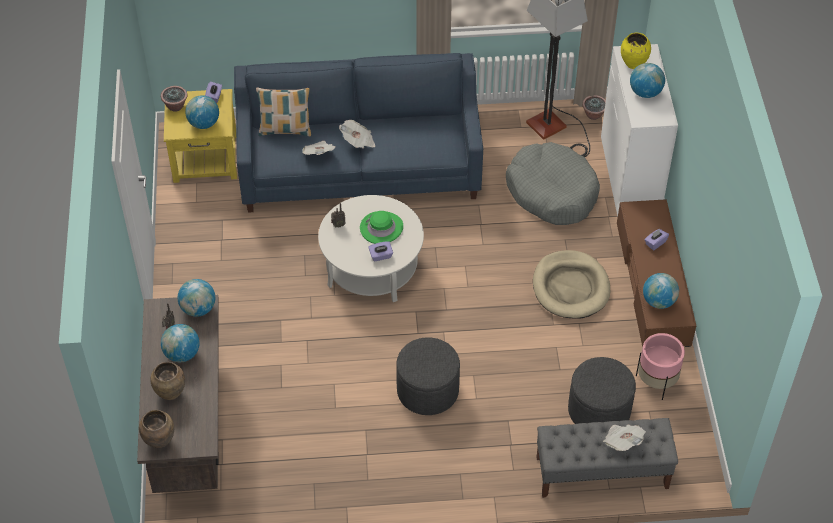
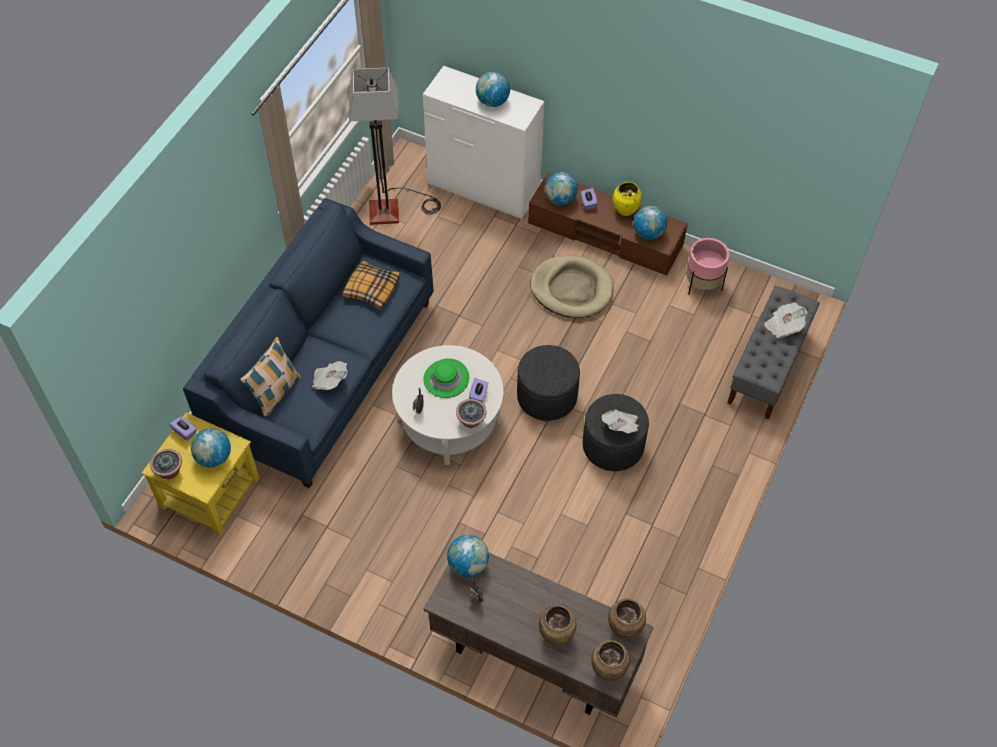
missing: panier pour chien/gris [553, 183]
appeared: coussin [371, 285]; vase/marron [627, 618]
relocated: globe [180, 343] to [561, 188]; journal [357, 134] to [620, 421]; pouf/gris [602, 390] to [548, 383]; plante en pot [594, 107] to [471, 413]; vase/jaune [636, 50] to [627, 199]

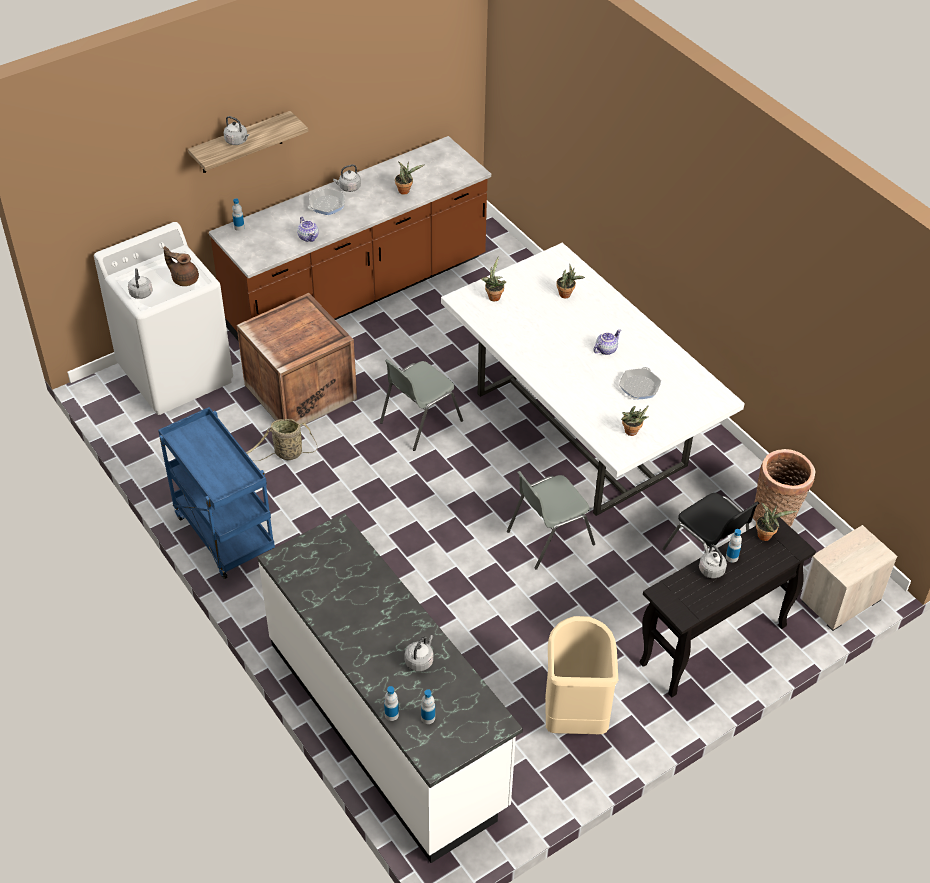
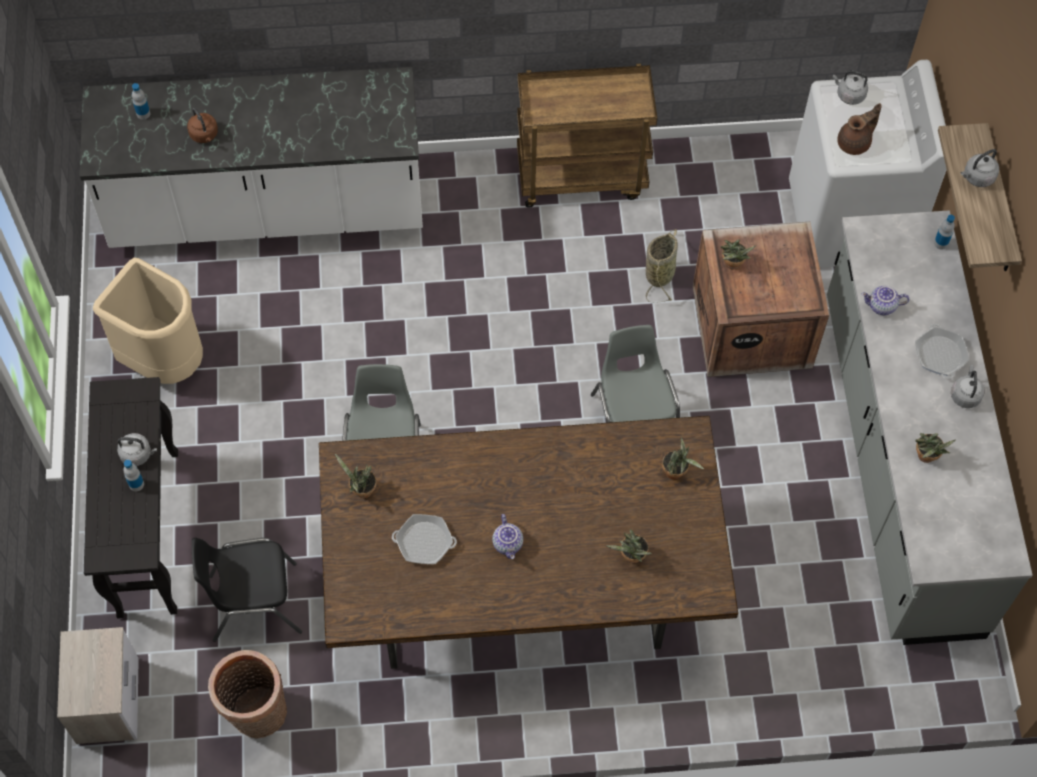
missing: bouteille [391, 703]
relocated: plante en pot [776, 521] to [738, 254]
colour: chariot/bleu [216, 493] to chariot/marron [587, 136]; comptoir de cuisine/marron [350, 239] to comptoir de cuisine/gris [930, 427]; bouilloire/gris [419, 653] to bouilloire/marron [202, 125]; table à manger/blanc [593, 379] to table à manger/marron [528, 542]
spun: poêle [640, 383] = [424, 539] 135 degrees clockwise

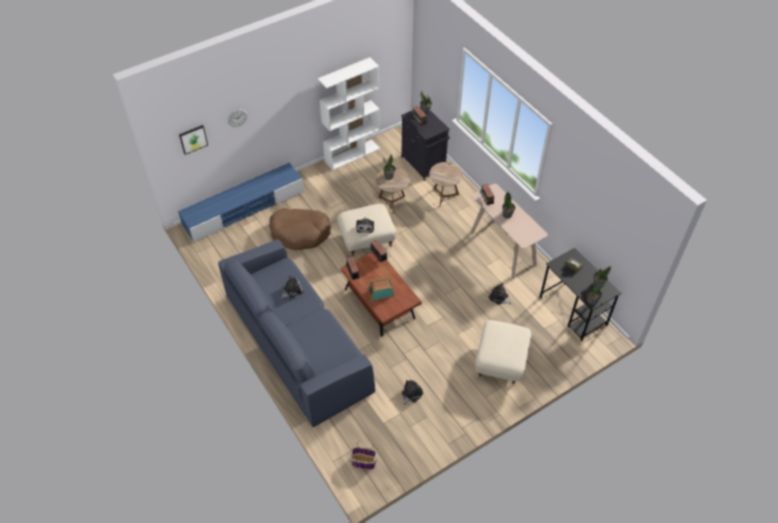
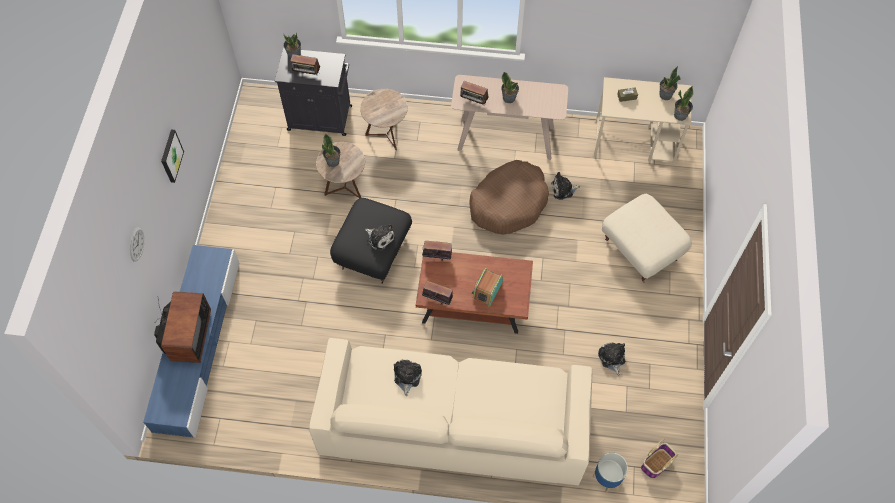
missing: bibliothèque/blanc [349, 113]
appeared: téléviseur [182, 327]; cache-pot [610, 473]
relocated: tableau [193, 140] to [172, 156]; panier pour chien/marron [300, 229] to [509, 197]
colour: canapé/bleu [296, 333] to canapé/beige [450, 412]; pouf/beige [366, 230] to pouf/noir [371, 241]; bureau/noir [580, 294] to bureau/beige [642, 120]

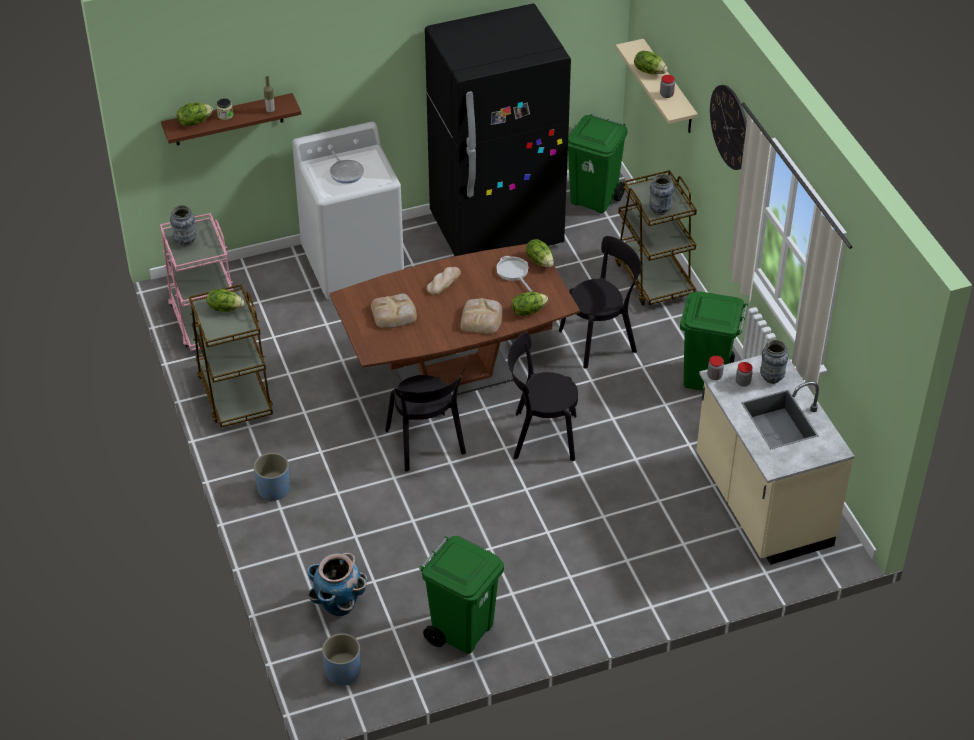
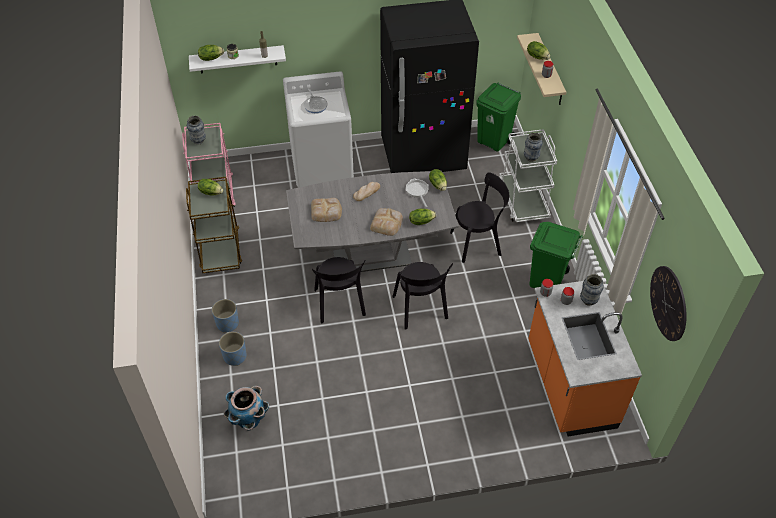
missing: poubelle/vert [461, 595]
relocated: cache-pot/bleu [341, 659] to [233, 349]; horloge murale [728, 127] to [668, 303]
colour: étagère/marron [231, 119] to étagère/blanc [237, 59]; table à manger/marron [455, 319] to table à manger/gris [372, 221]; chariot/marron [656, 238] to chariot/blanc [528, 175]; comptoir de cuisine/beige [775, 460] to comptoir de cuisine/orange [585, 358]
spun: chaise/noir [543, 396] = [422, 296] 120 degrees counterclockwise

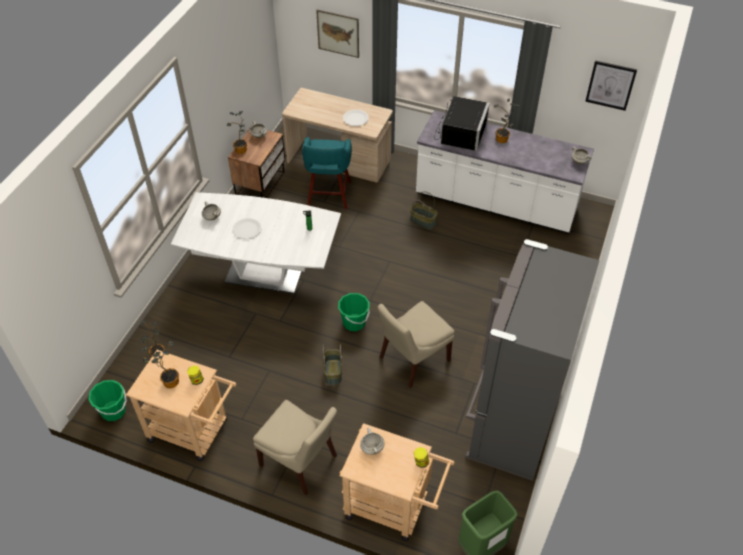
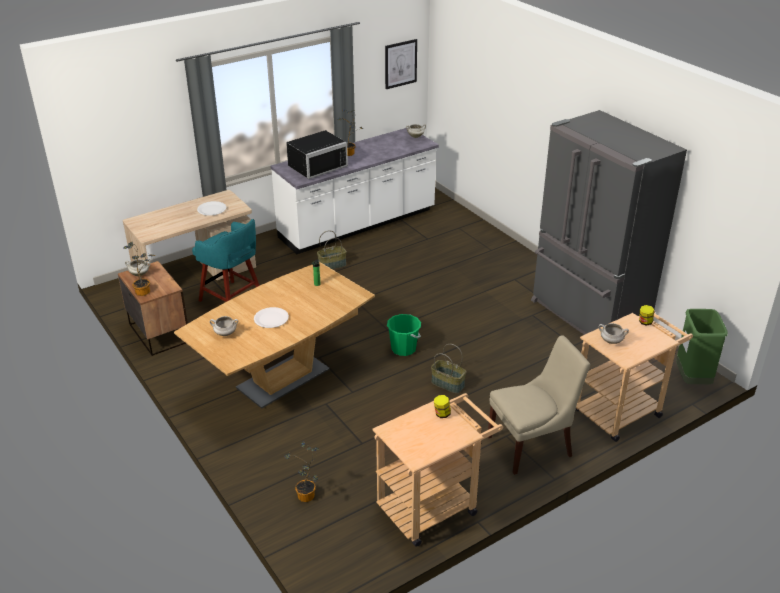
missing: seau/vert [107, 400]; plante en pot [161, 364]; tableau [337, 34]; chaise/beige [416, 344]
colour: table à manger/blanc [256, 243] to table à manger/marron [274, 335]
spun: micro-ondes/noir [462, 123] = [317, 154] 90 degrees clockwise

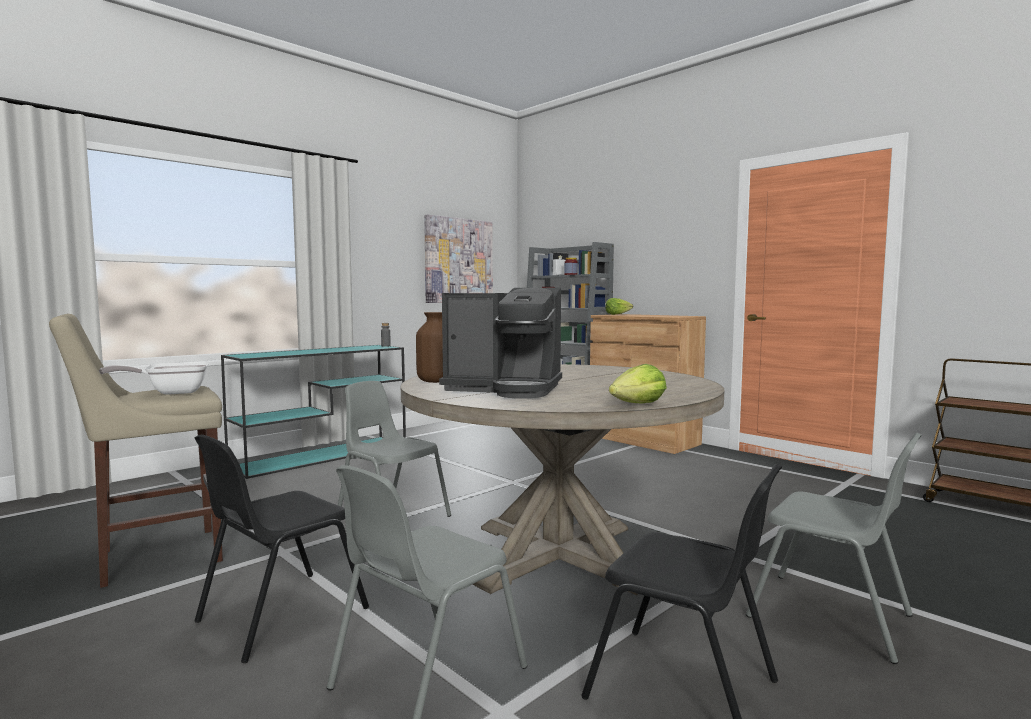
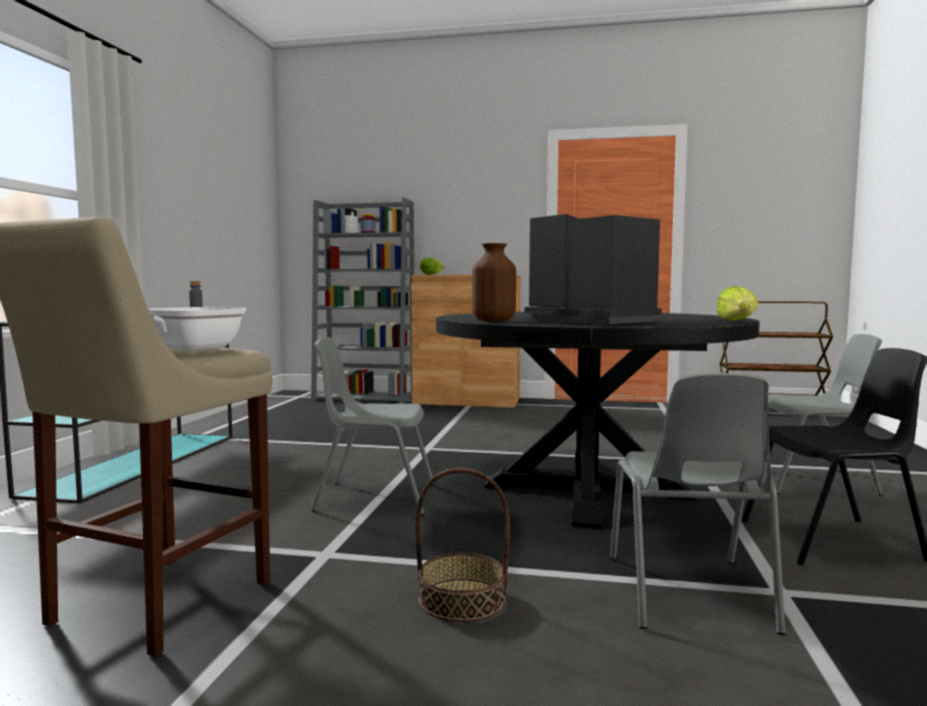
missing: tableau [458, 258]
exchanged: chaise/noir [282, 549] to panier [462, 545]
colour: table à manger/beige [562, 479] to table à manger/noir [598, 420]
spun: machine à café [500, 343] = [593, 269] 105 degrees counterclockwise

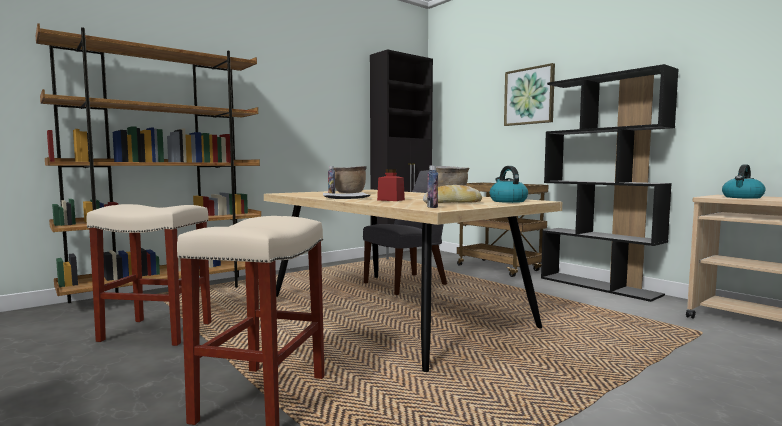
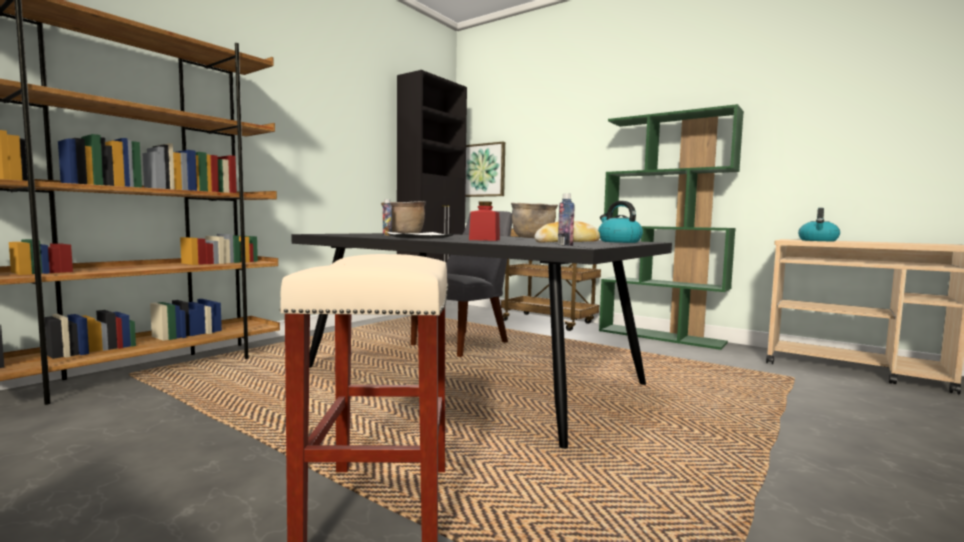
missing: tabouret/beige [148, 275]
relocated: tableau [529, 94] to [485, 169]
colour: table à manger/beige [413, 281] to table à manger/noir [481, 341]; bibliothèque/noir [610, 183] to bibliothèque/vert [671, 227]

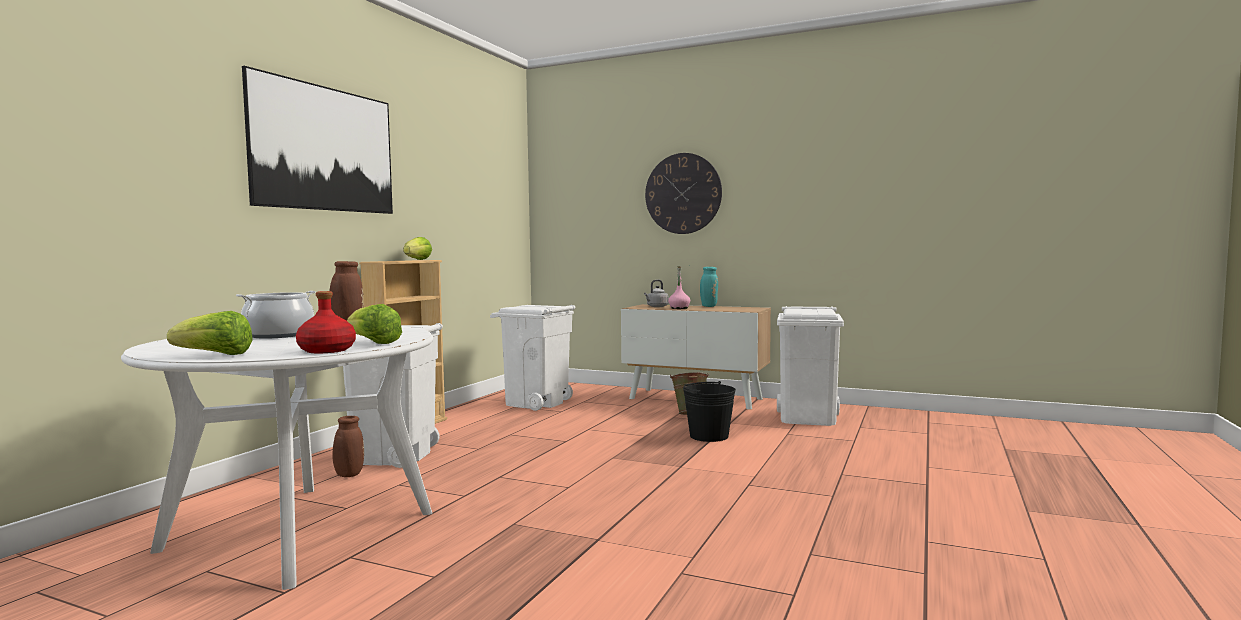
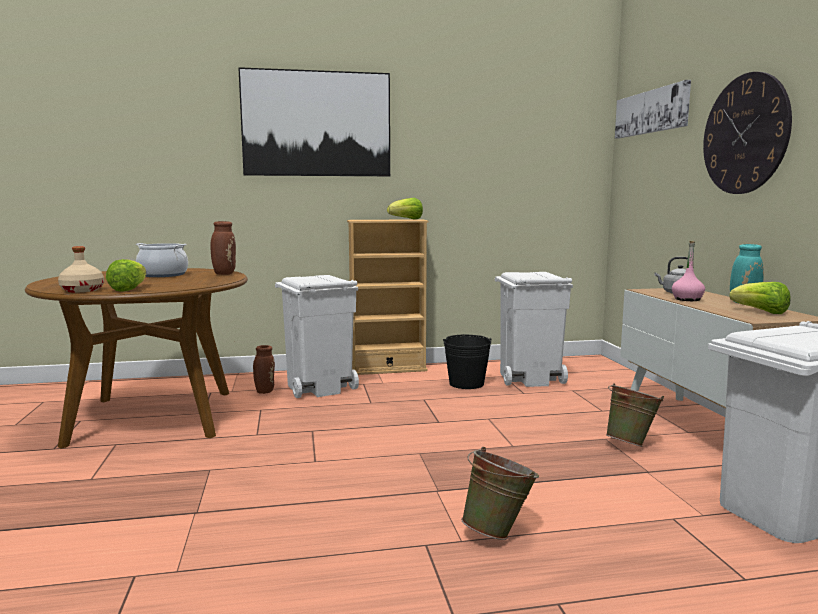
appeared: seau/vert [500, 493]; tableau [653, 109]
relocated: laitue [210, 333] to [759, 298]; seau/noir [709, 411] to [467, 361]
colour: table à manger/blanc [277, 458] to table à manger/marron [136, 358]; bouteille/rouge [326, 322] to bouteille/beige [81, 269]

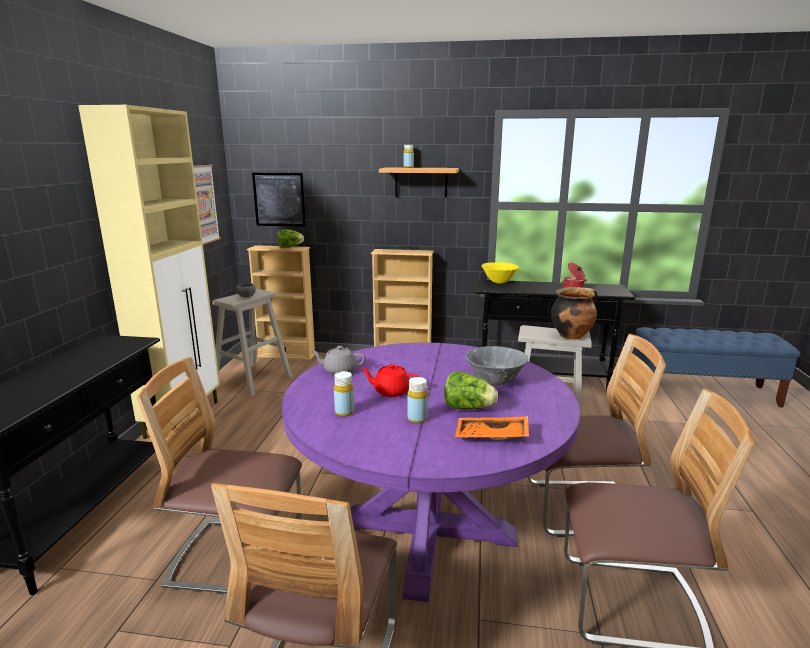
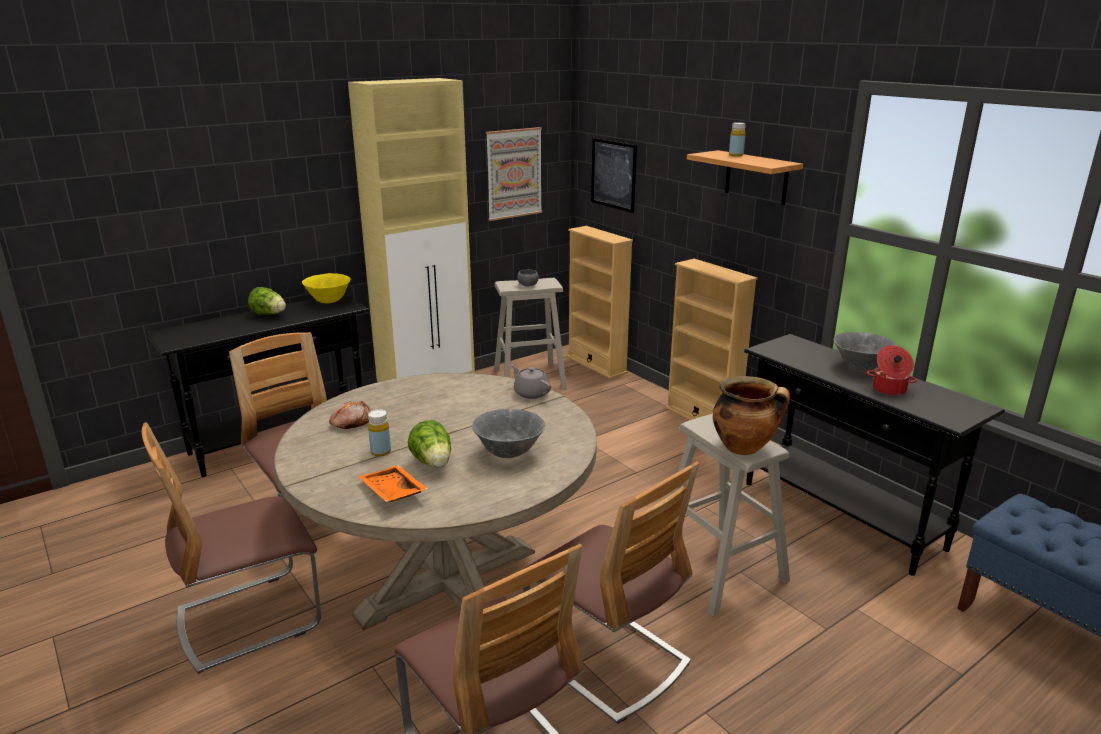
missing: théière/rouge [390, 380]
appeared: bol/gris [865, 351]
relocated: laitue [290, 238] to [267, 301]; théière/gris [338, 360] to [531, 381]; bol/jaune [500, 272] to [326, 288]
exchanged: bouteille/jaune [344, 394] to pain [351, 415]
colour: table à manger/violet [431, 472] to table à manger/beige [435, 501]

